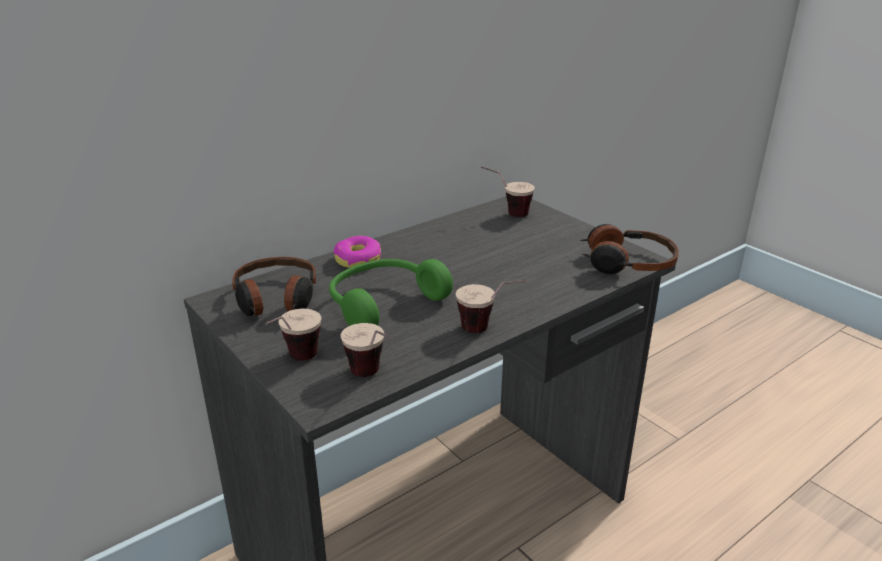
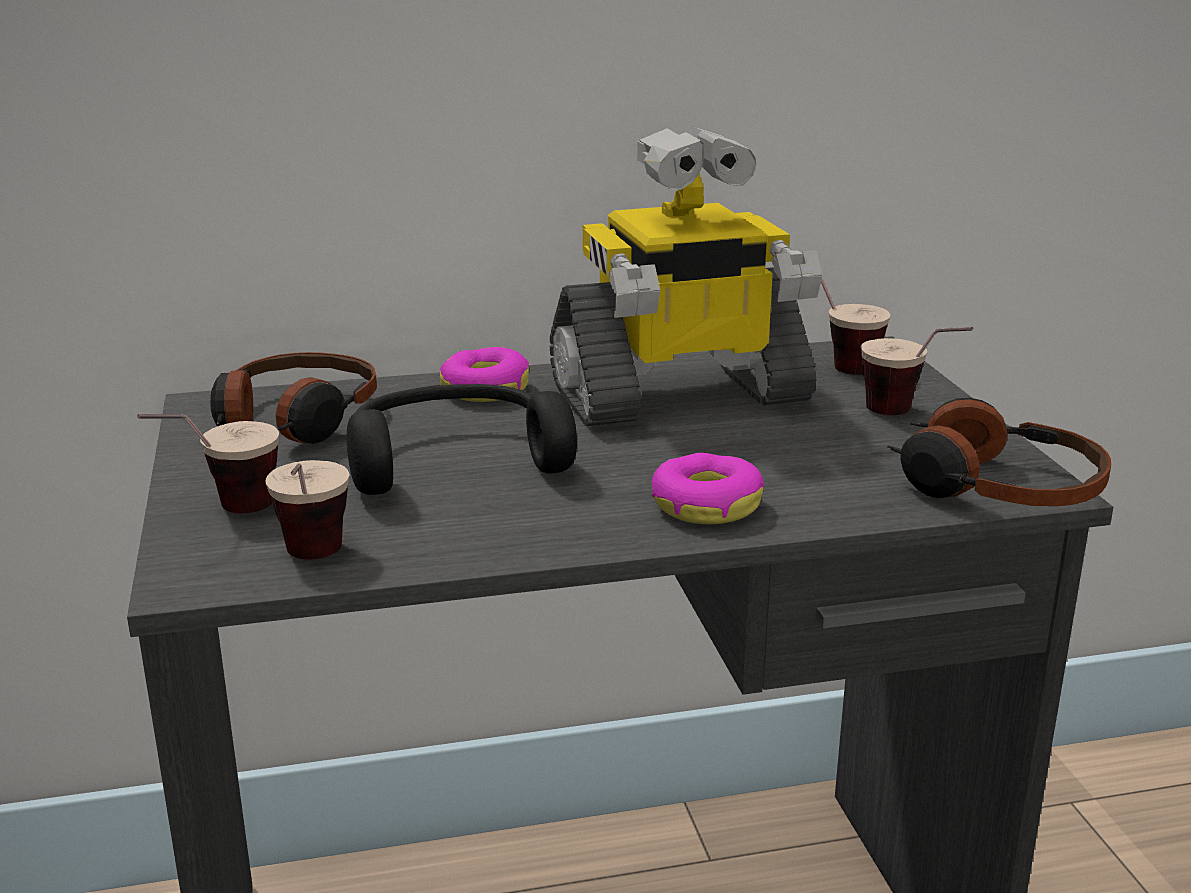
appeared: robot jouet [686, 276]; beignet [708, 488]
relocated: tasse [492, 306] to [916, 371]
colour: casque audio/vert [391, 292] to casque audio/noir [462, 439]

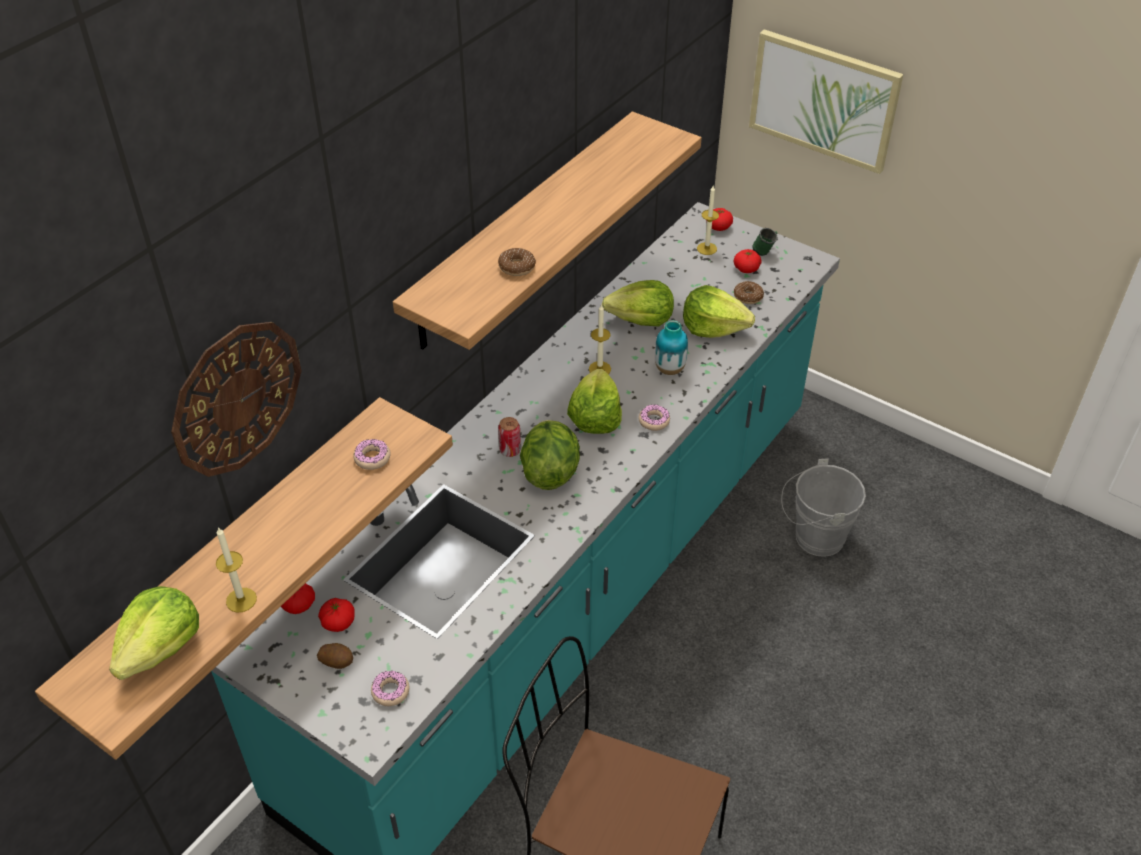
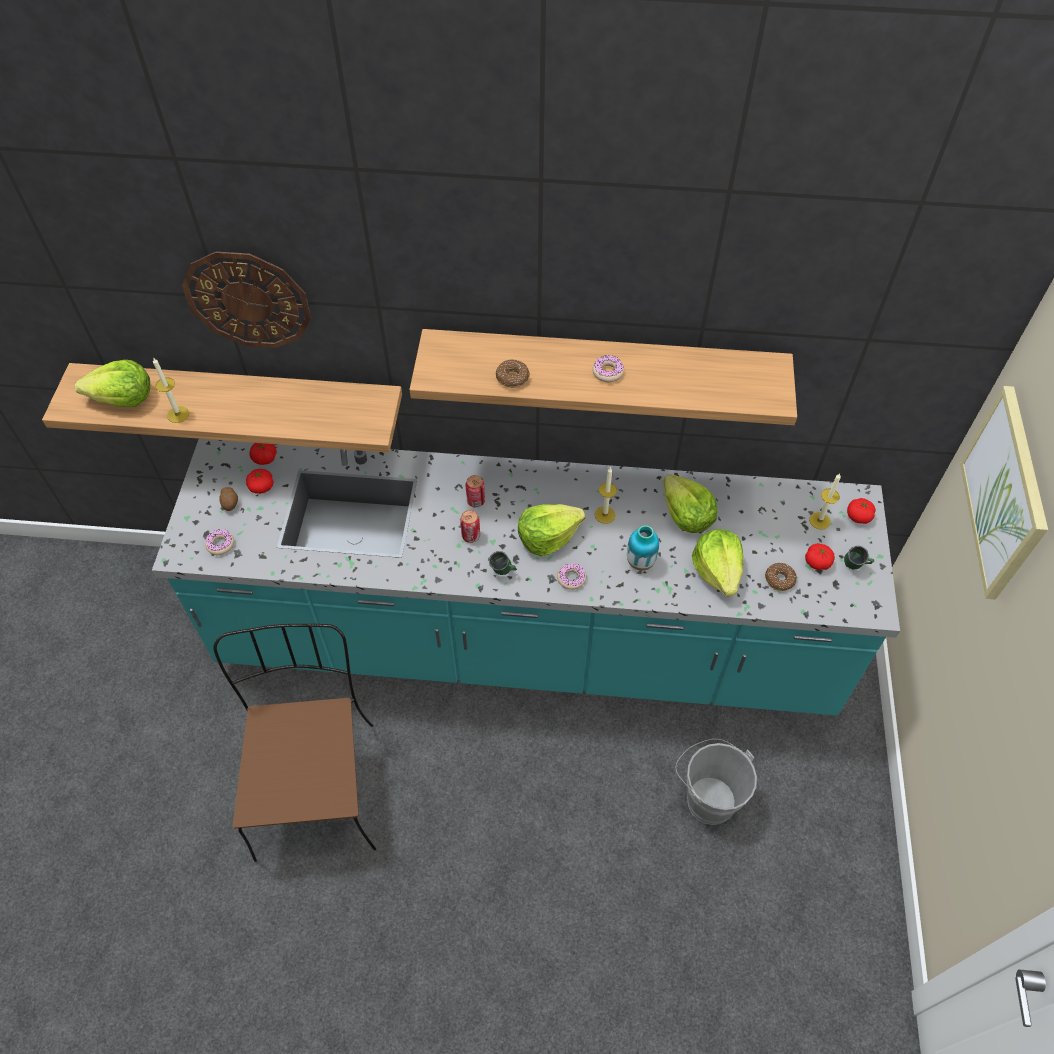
appeared: mug/vert [503, 563]
relocated: beignet [372, 454] to [608, 369]
exchanged: laitue [550, 455] to boîte métallique [470, 526]

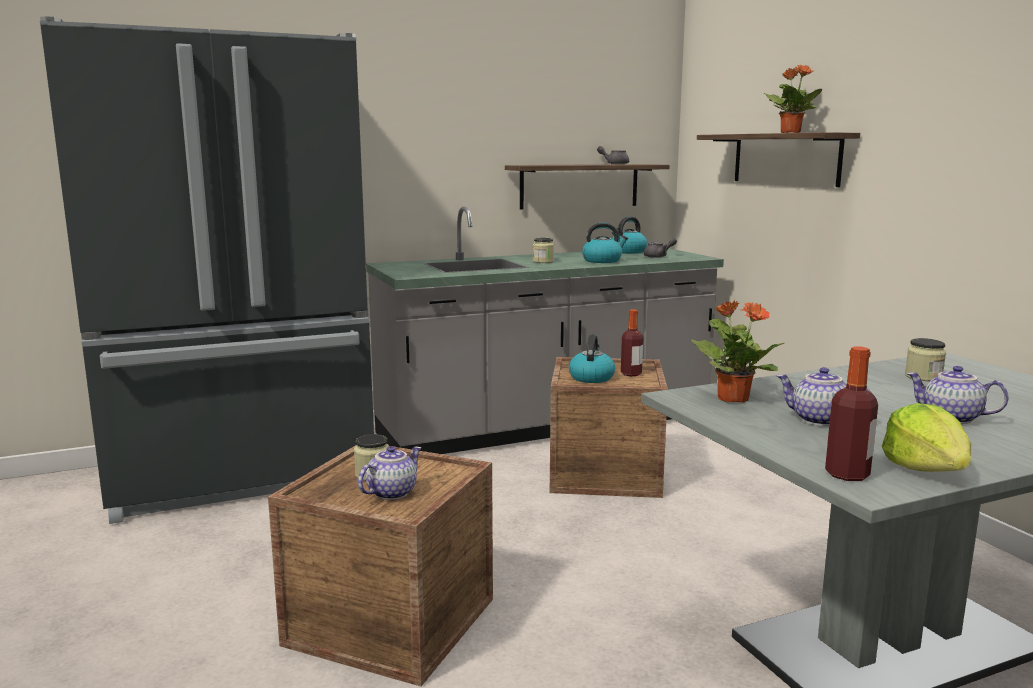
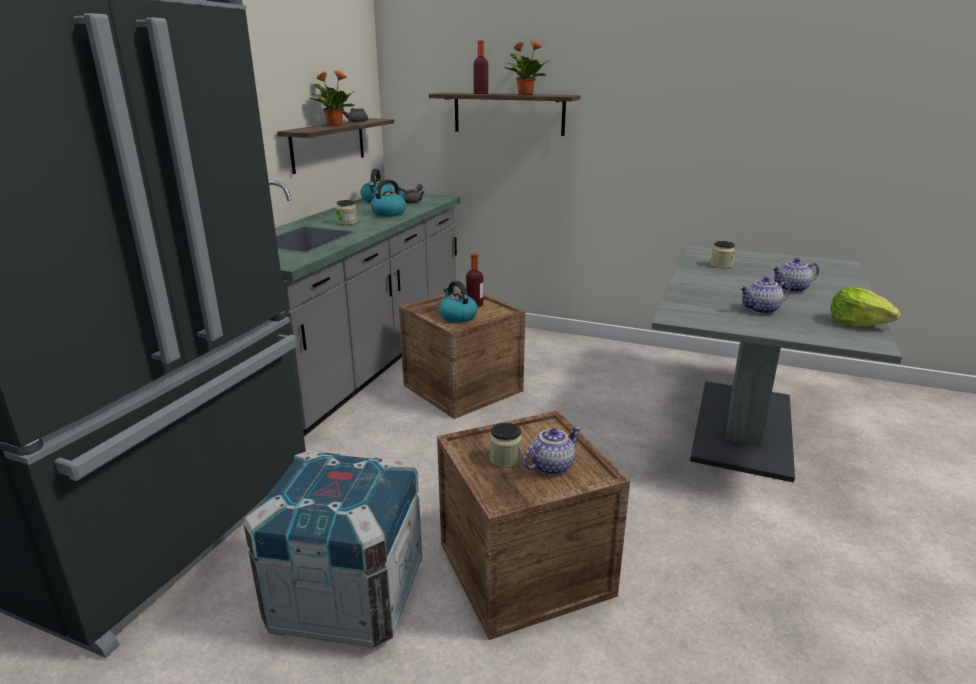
appeared: caisse [332, 549]
relocated: plante en pot [737, 351] to [332, 98]; bouteille [851, 413] to [481, 67]
spun: théière [390, 473] = [552, 450] 60 degrees clockwise

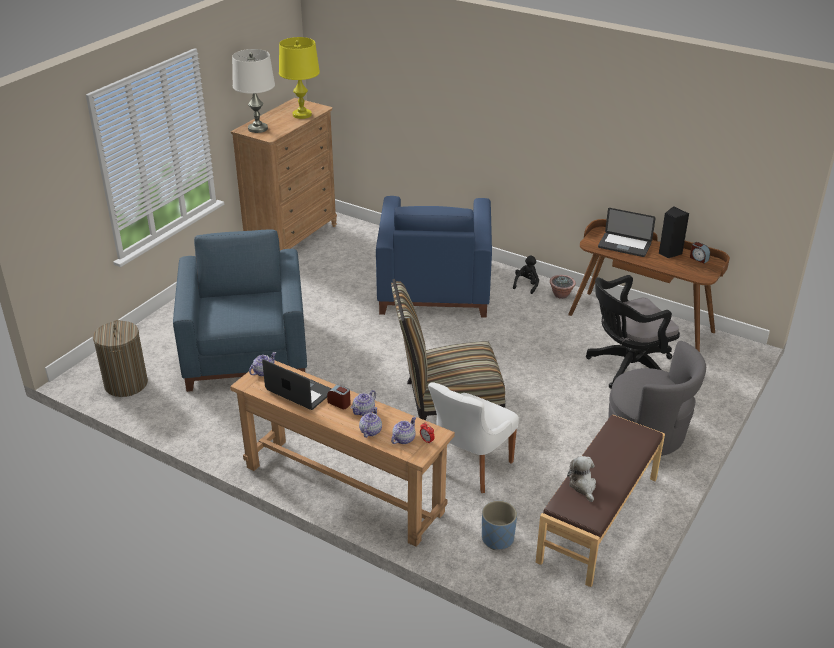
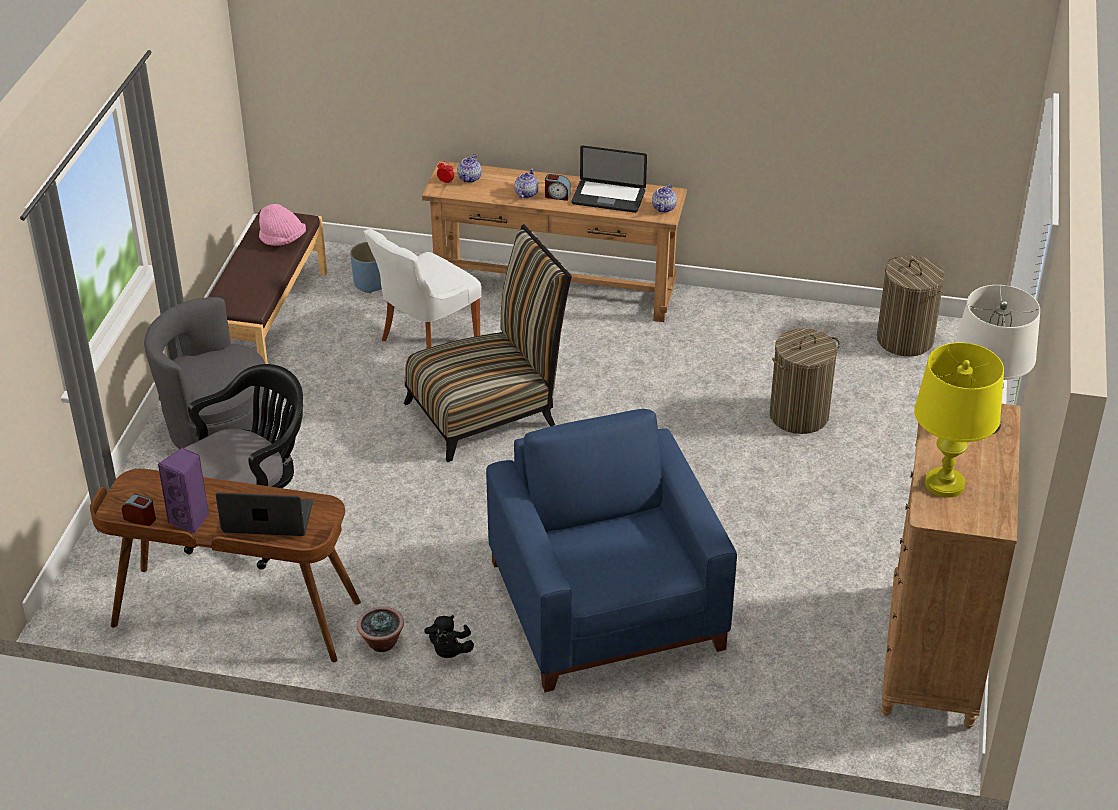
missing: théière [370, 422]
exchanged: fauteuil/bleu [240, 310] to panier à linge [804, 381]; peluche [581, 479] to chapeau/rose [282, 225]
colour: enceinte/noir [673, 232] to enceinte/violet [183, 491]
spun: chaise/blanc [473, 437] = [423, 289] 150 degrees counterclockwise

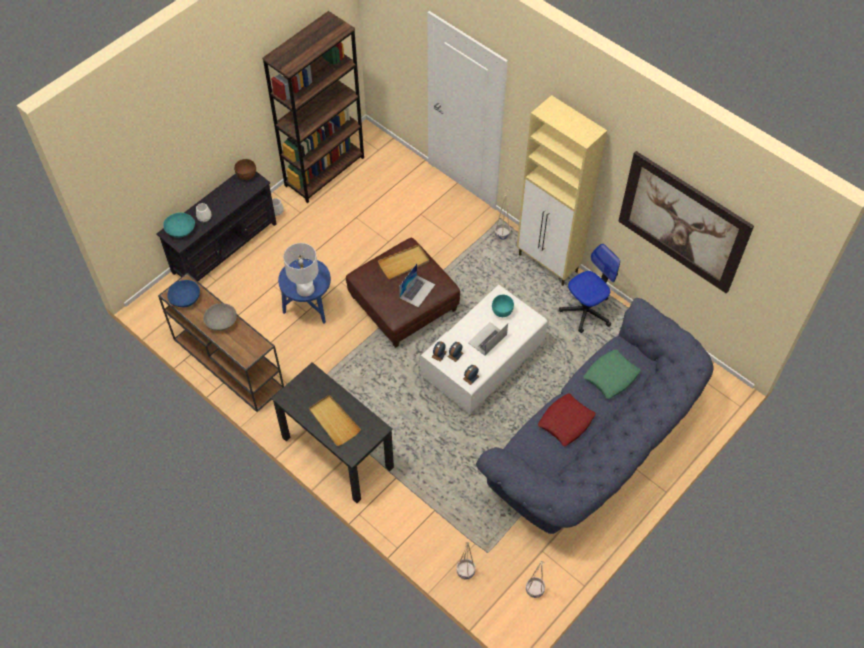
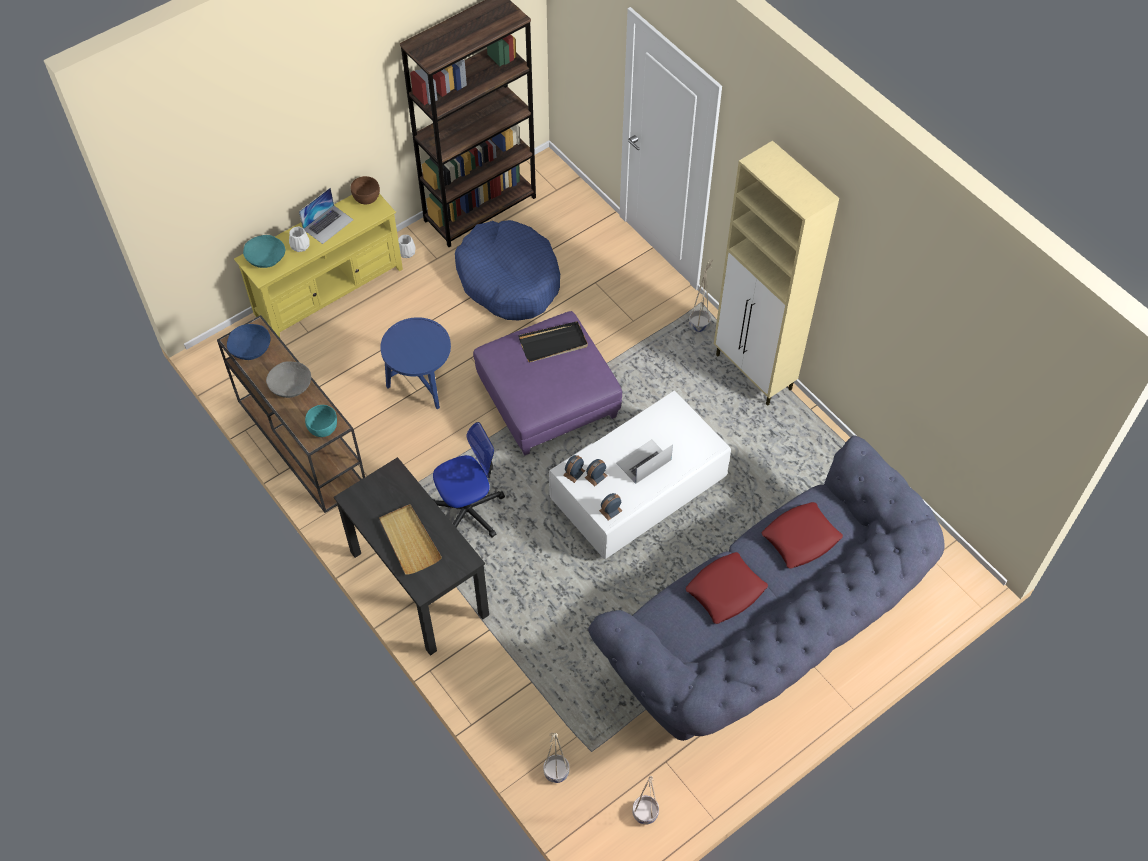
missing: lampe de table/blanc [300, 270]; tableau [686, 222]
appeared: panier pour chien/bleu [507, 270]
relocated: ordinateur portable [417, 285] to [326, 216]; bol/turquoise [503, 306] to [321, 421]; chaise de bureau [589, 288] to [469, 480]
colour: meuble télé/noir [216, 226] to meuble télé/jaune [318, 265]; pouf/marron [403, 293] to pouf/violet [547, 383]; plateau/beige [403, 261] to plateau/noir [553, 342]; coussin/vert [612, 374] to coussin/rouge [802, 535]

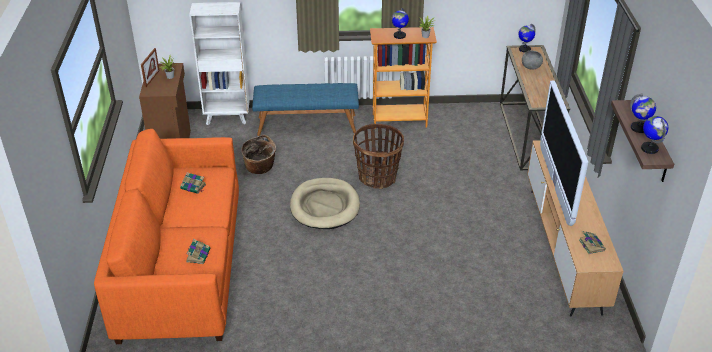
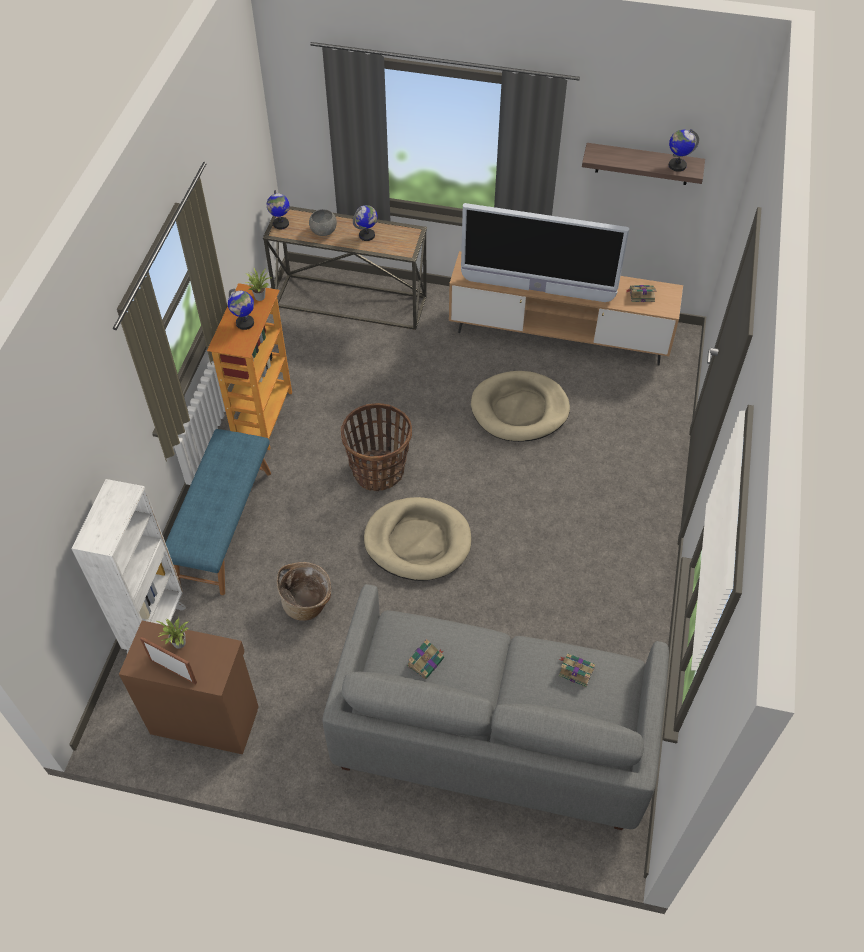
appeared: panier pour chien/beige [520, 406]
relocated: globe [643, 113] to [365, 223]
colour: canapé/orange [166, 236] to canapé/gris [495, 707]

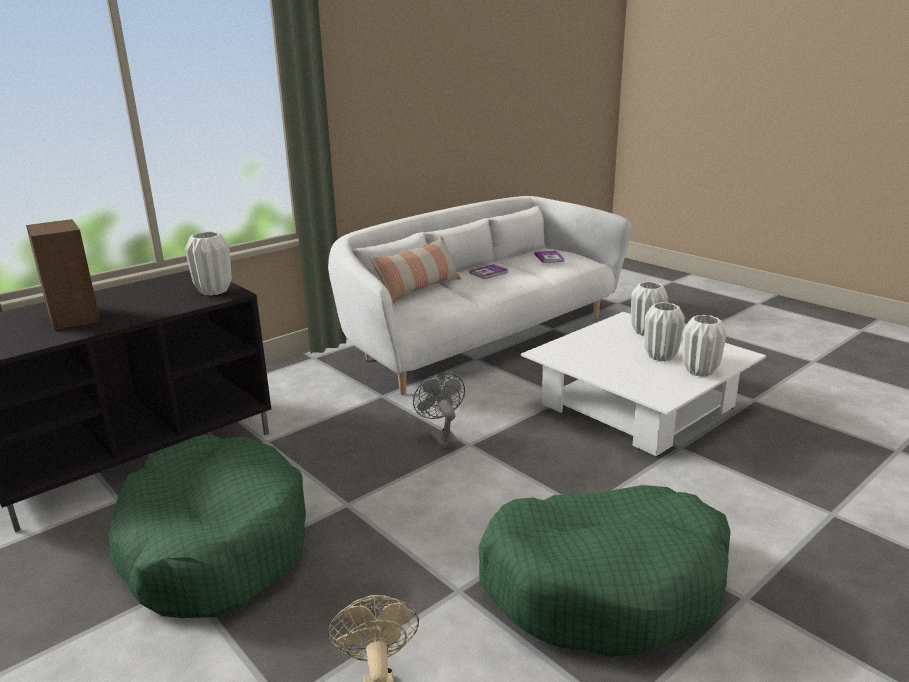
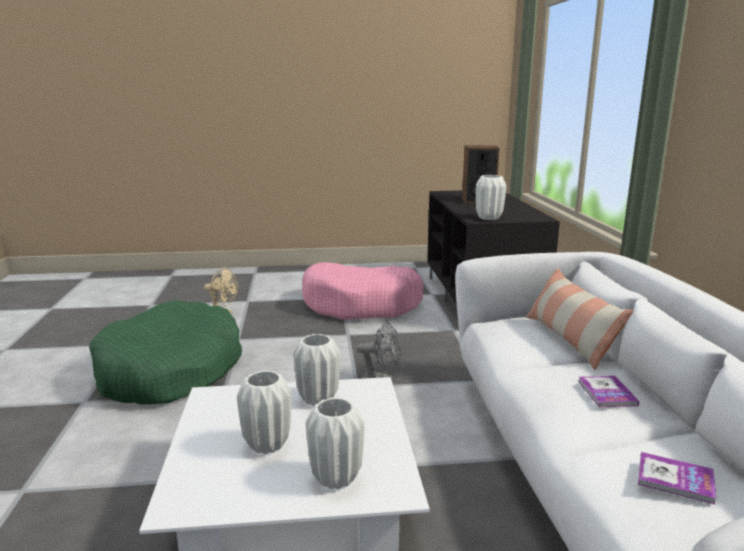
relocated: vase/blanc [705, 346] to [316, 370]
colour: panier pour chien/vert [207, 526] to panier pour chien/rose [363, 291]

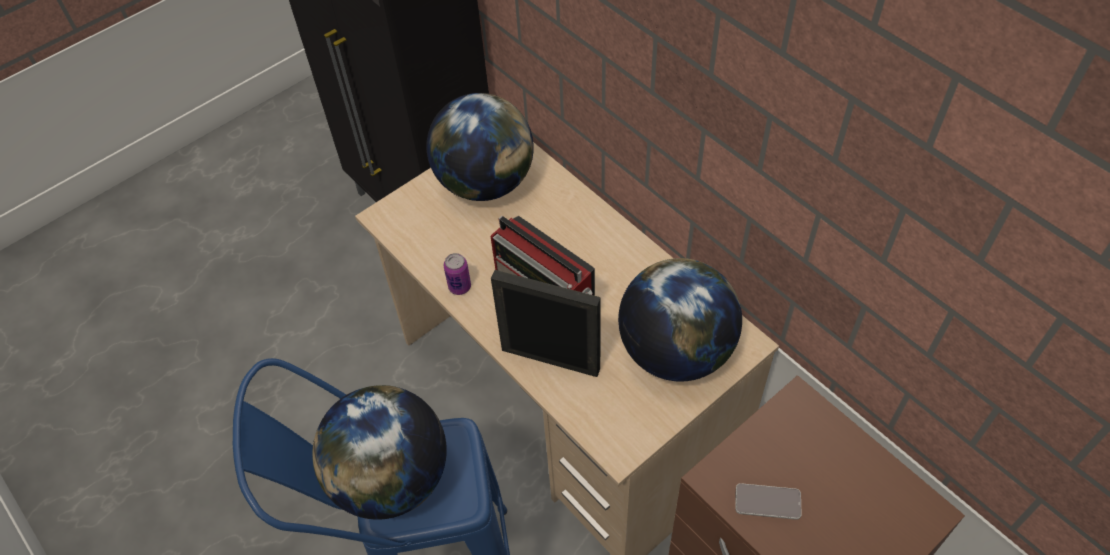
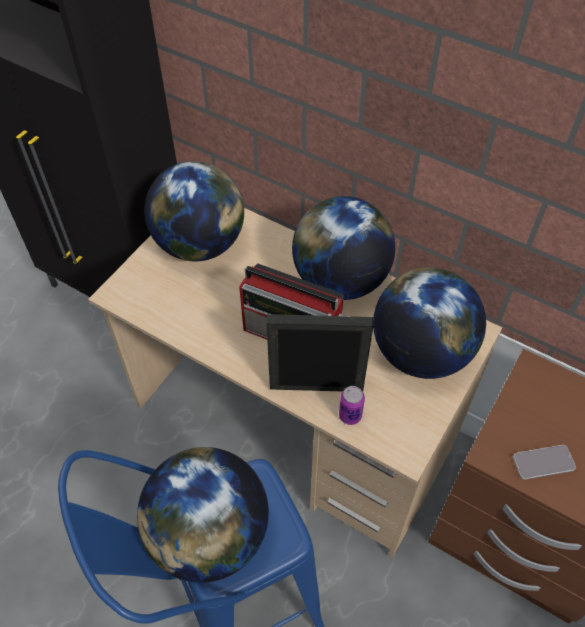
appeared: globe [343, 248]
relocated: boîte métallique [457, 274] to [352, 405]

